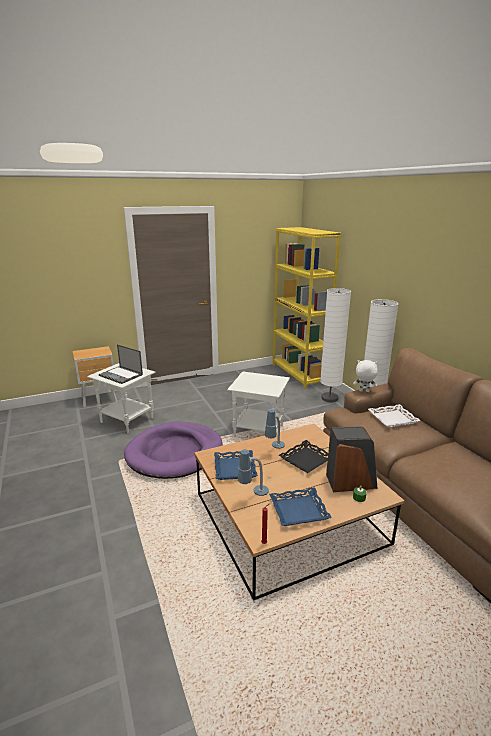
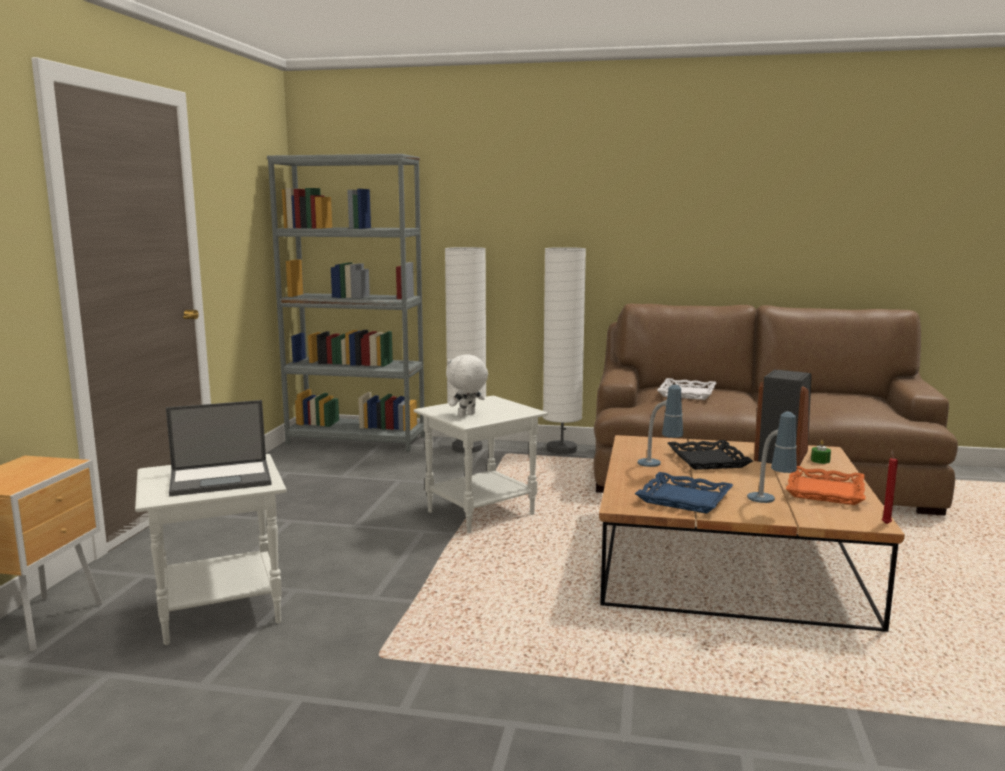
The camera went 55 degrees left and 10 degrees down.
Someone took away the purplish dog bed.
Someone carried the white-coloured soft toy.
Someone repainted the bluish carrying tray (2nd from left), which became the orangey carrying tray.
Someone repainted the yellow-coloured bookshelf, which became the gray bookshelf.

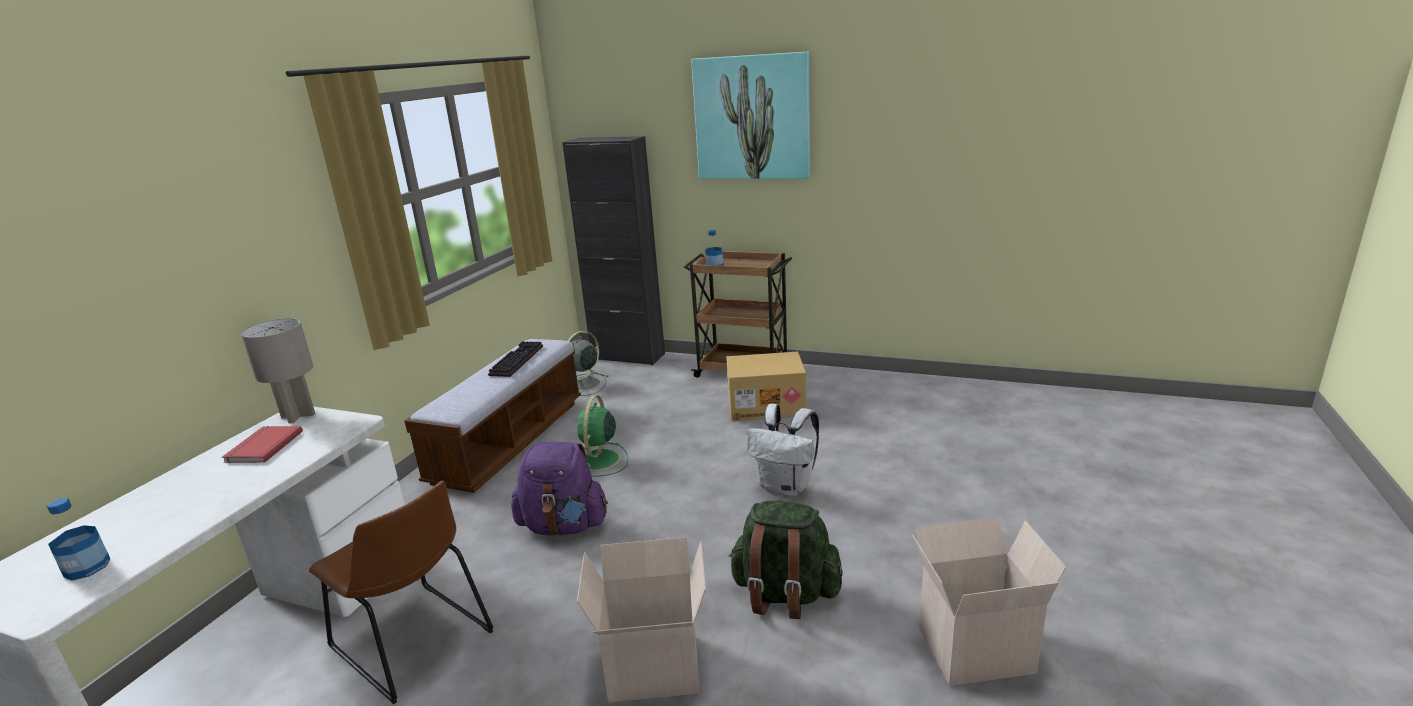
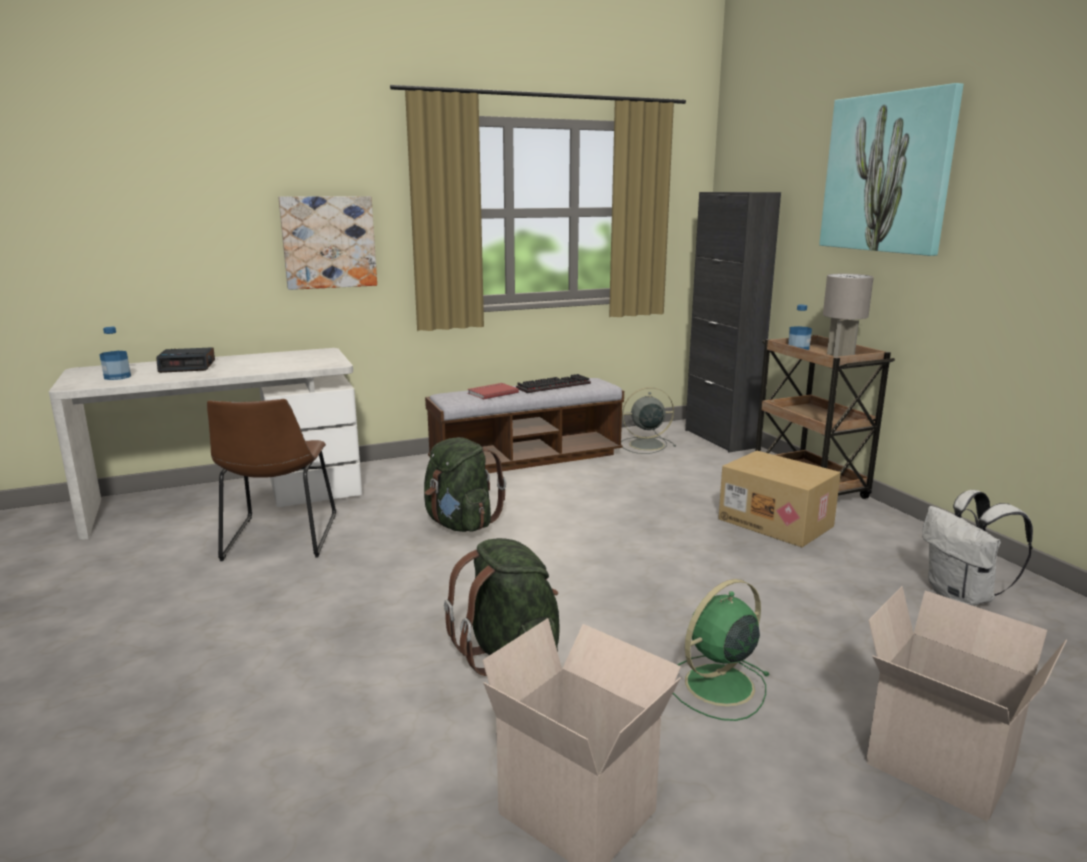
The camera went 45 degrees right and 5 degrees down.
Someone put down the bedside clock.
Someone put up the wall picture (1st from left).
Someone carried the red-coloured book.
Someone carried the gray lamp for a table.
Someone carried the greenish electric fan.
Someone carried the packing box (1st from left in the first image).
Someone carried the white-coloured rucksack.
Someone repainted the purplish rucksack, which became the greenish rucksack (1st from left).

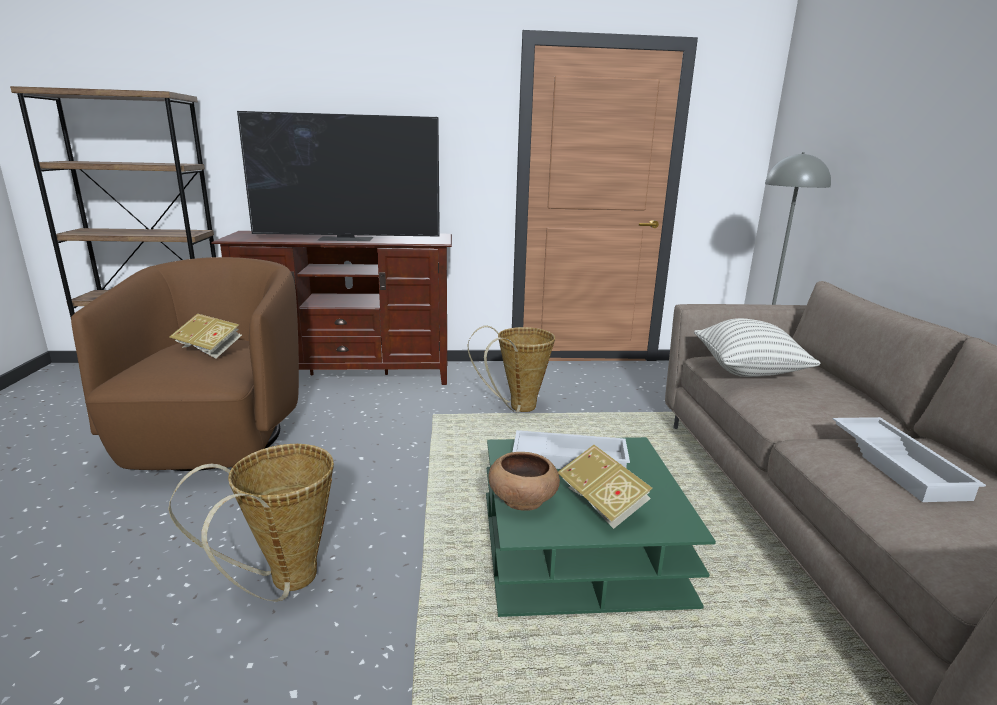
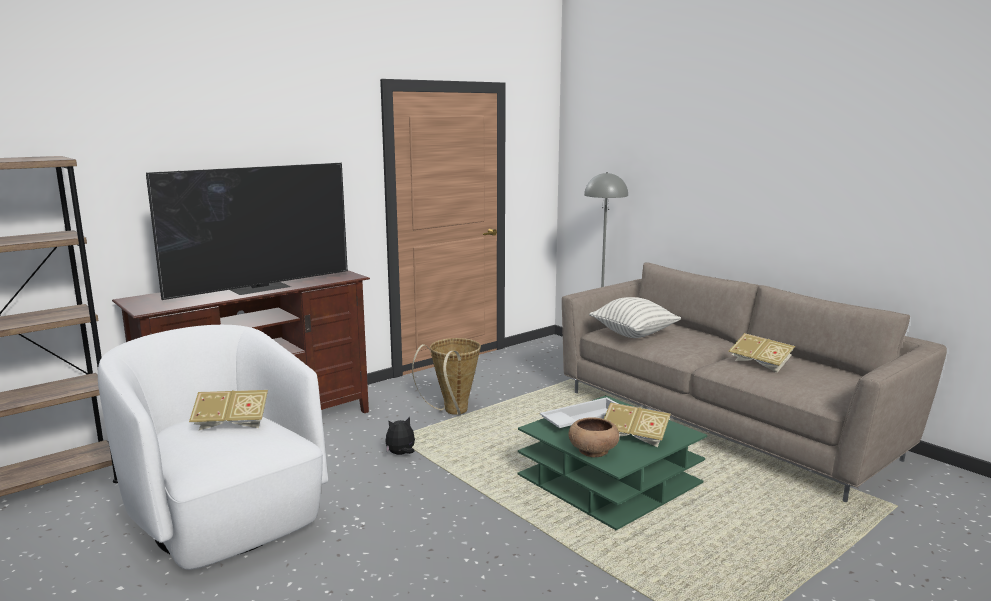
The camera went 35 degrees left and 5 degrees down.
Someone took away the storage basket (1st from left).
Someone put down the soft toy.
Someone swapped the white-coloured carrying tray (2nd from left) for the book (3rd from left).
Someone repainted the brown lounge chair, which became the white-coloured lounge chair.

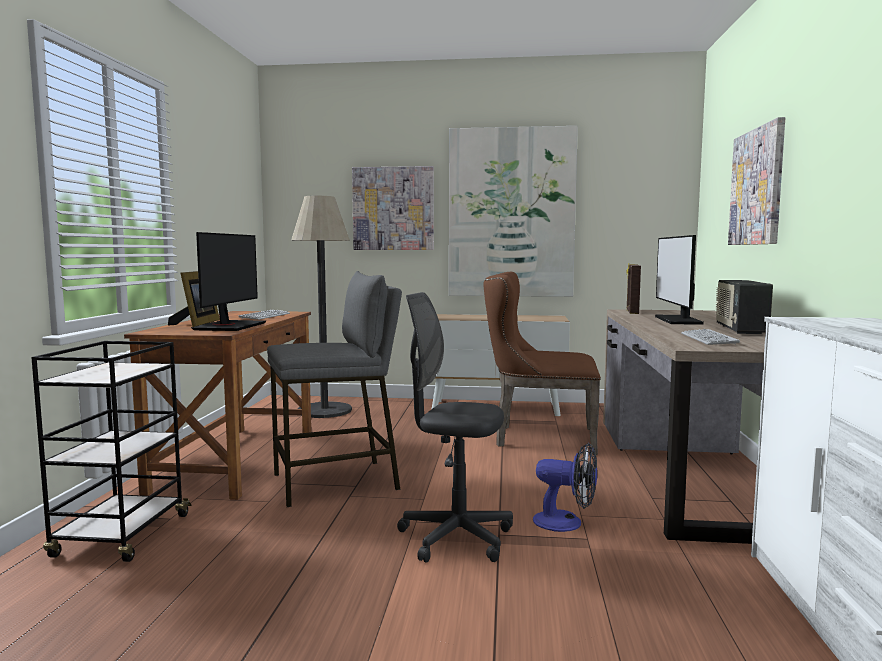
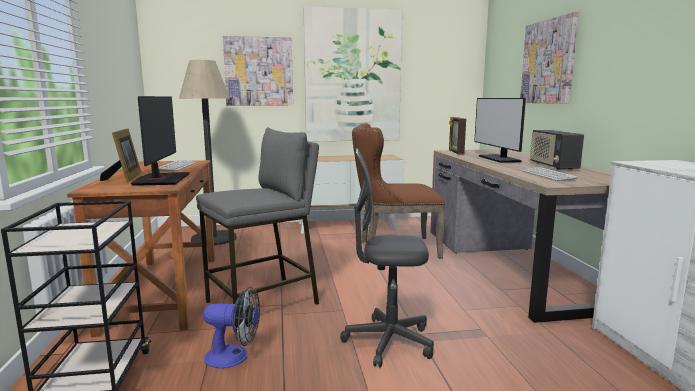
The camera went 15 degrees left and 5 degrees up.
Someone carried the electric fan.

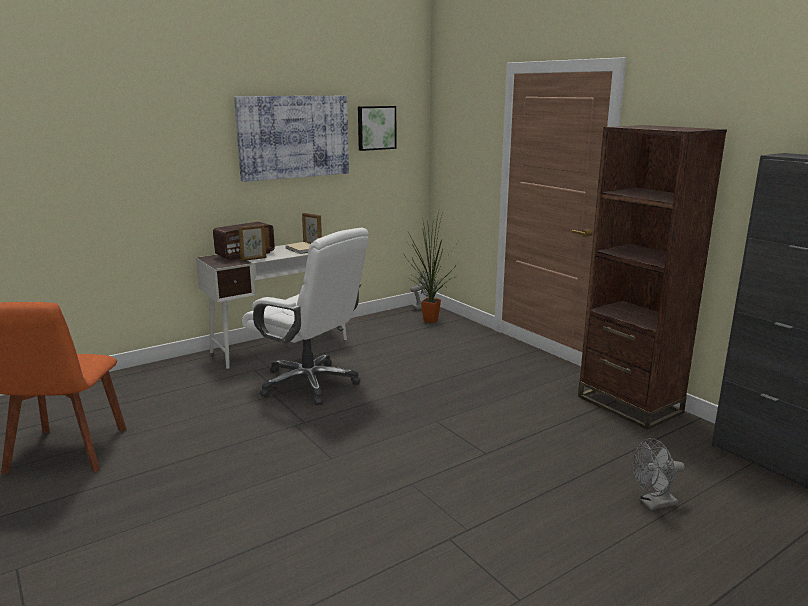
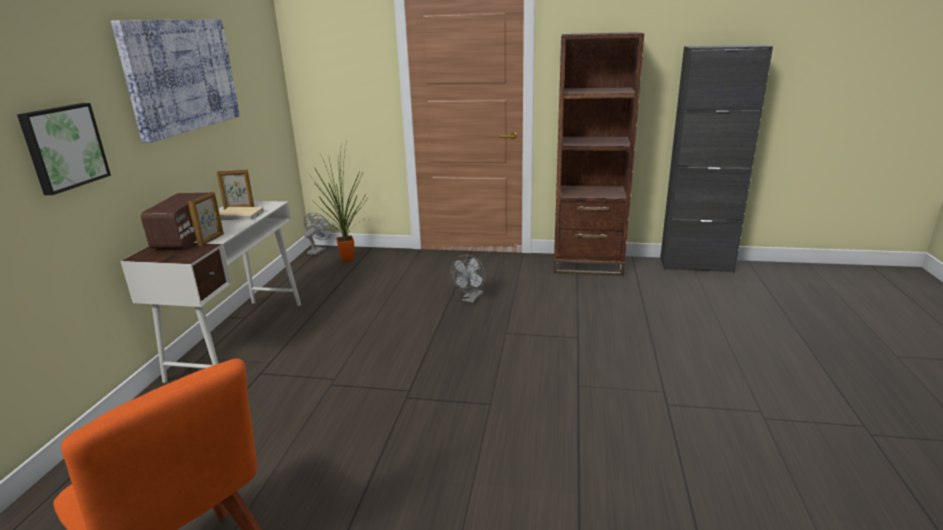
The camera went 45 degrees left and 5 degrees up.
Someone took away the white-coloured desk chair.
Someone carried the wall picture (2nd from left in the first image).
Someone carried the gray electric fan (2nd from left).

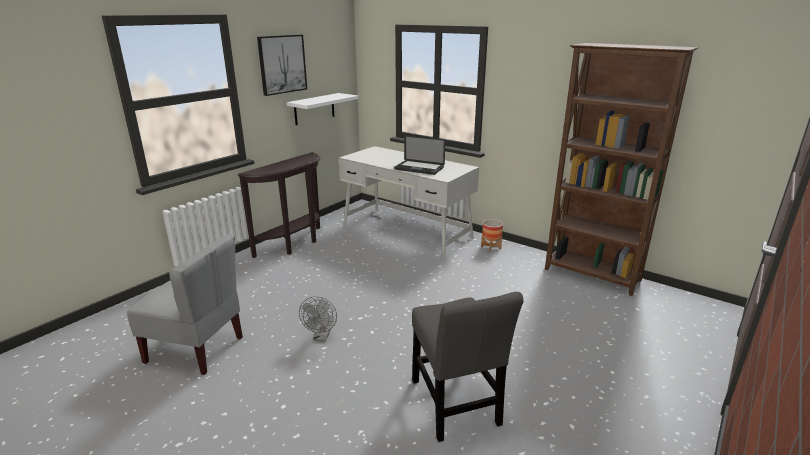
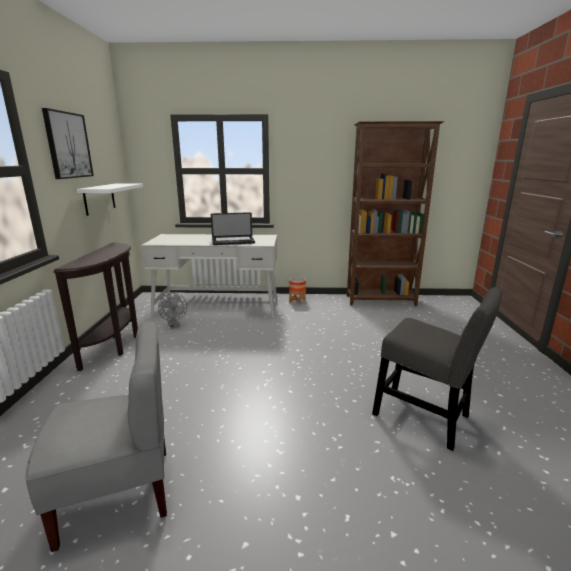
The camera went 35 degrees left and 5 degrees down.
Someone carried the gray electric fan.

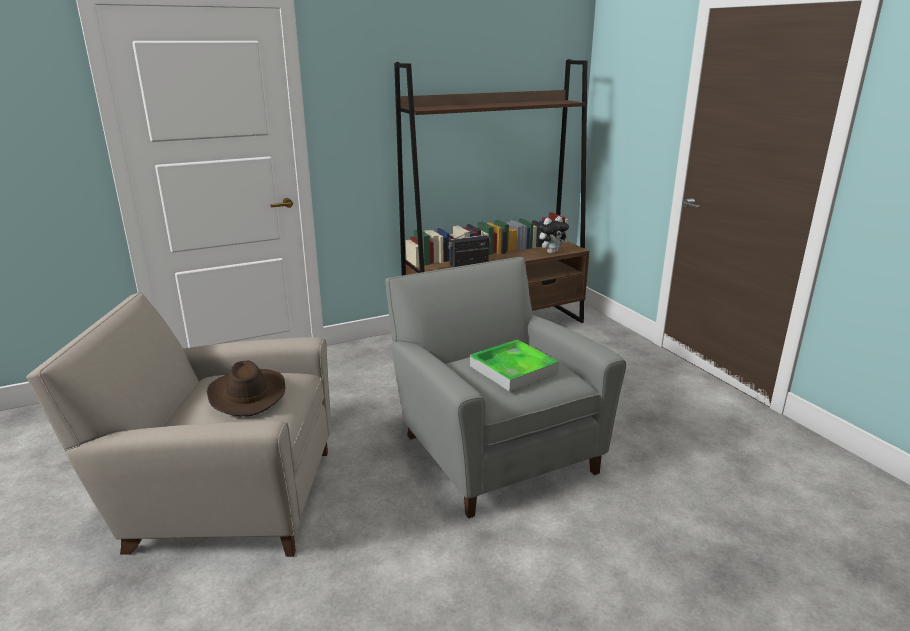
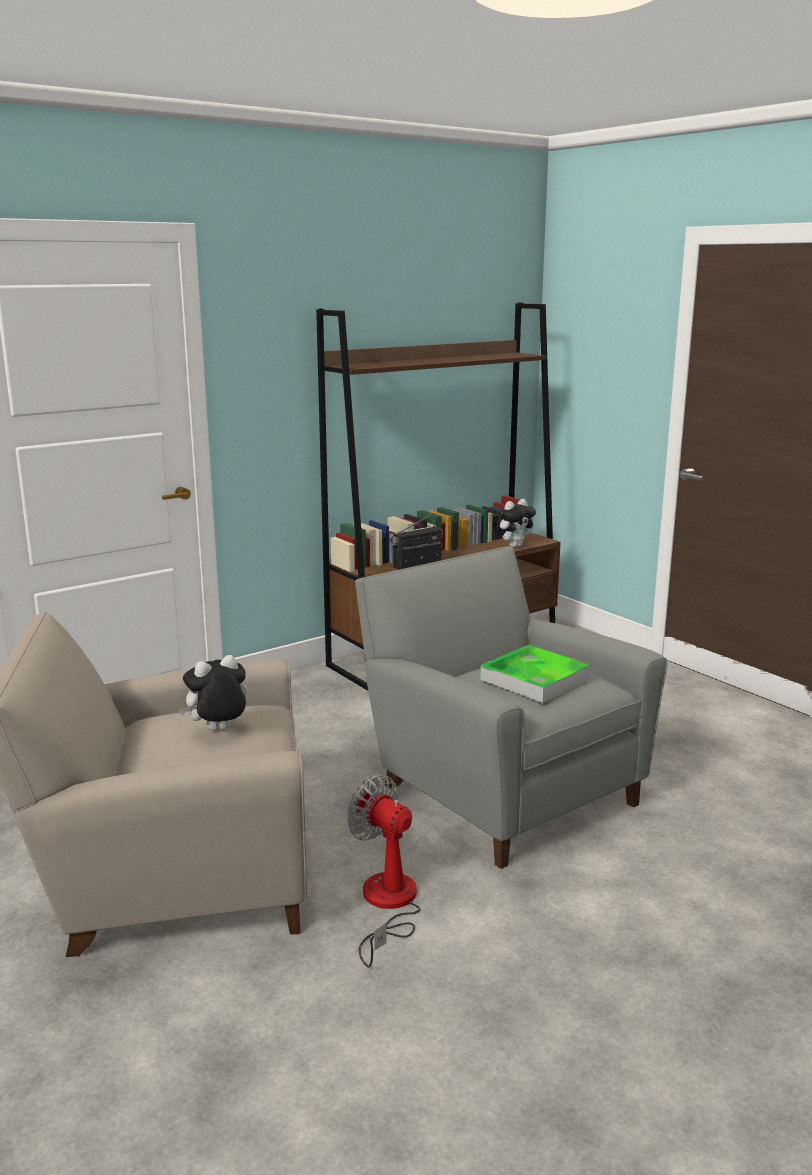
The camera went 10 degrees left and 5 degrees down.
Someone put down the electric fan.
Someone swapped the brown hat for the soft toy (1st from left).

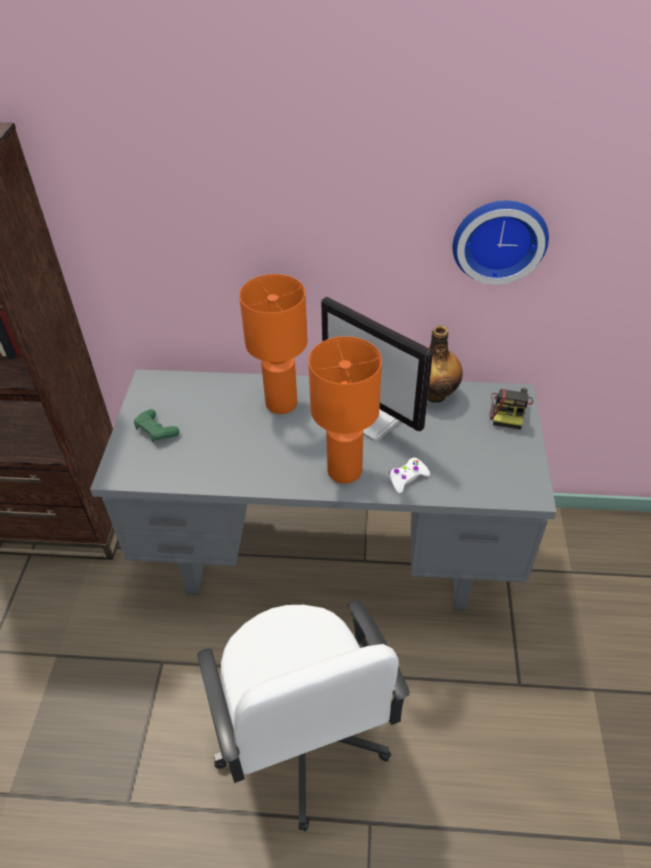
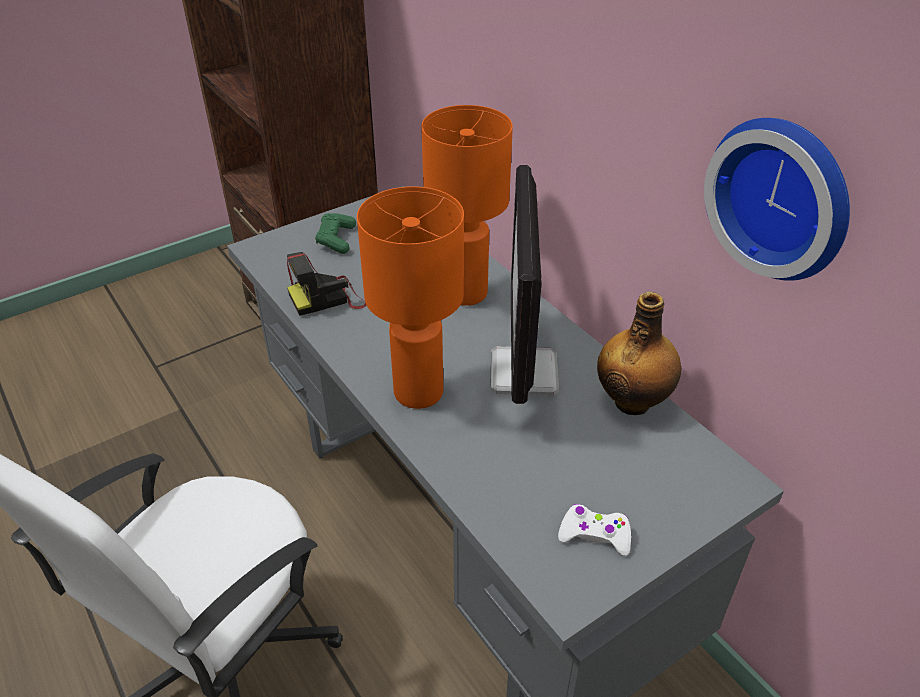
The camera went 50 degrees right and 5 degrees down.
Someone carried the white-coloured gamepad.
Someone carried the still camera.

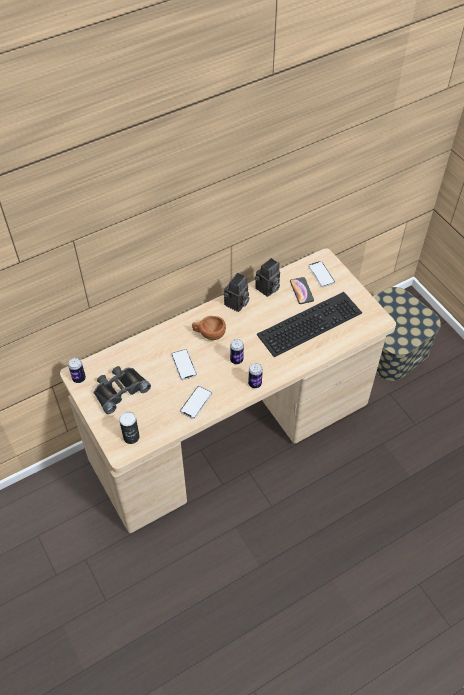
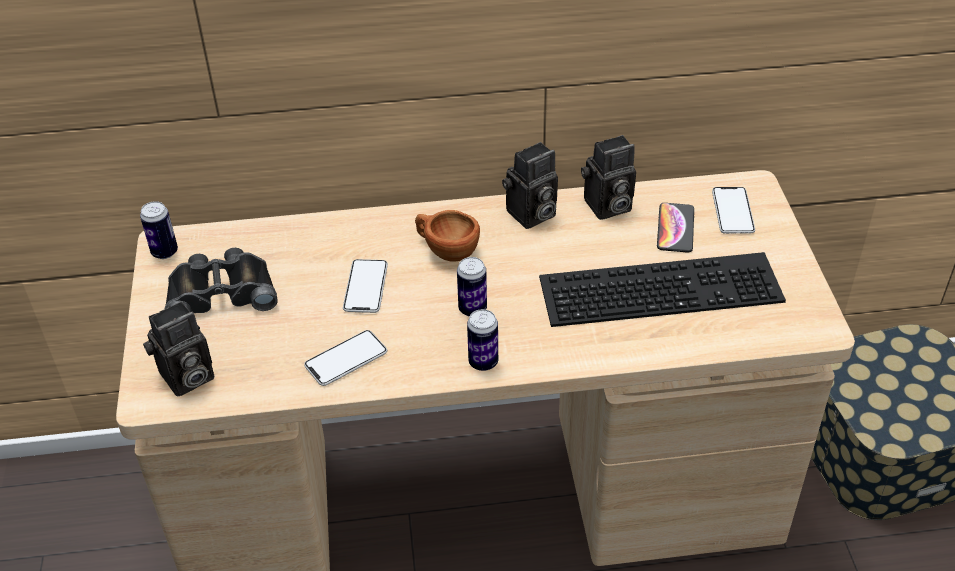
The camera went 25 degrees right and 10 degrees down.
Someone swapped the can (2nd from left) for the still camera (1st from left).

